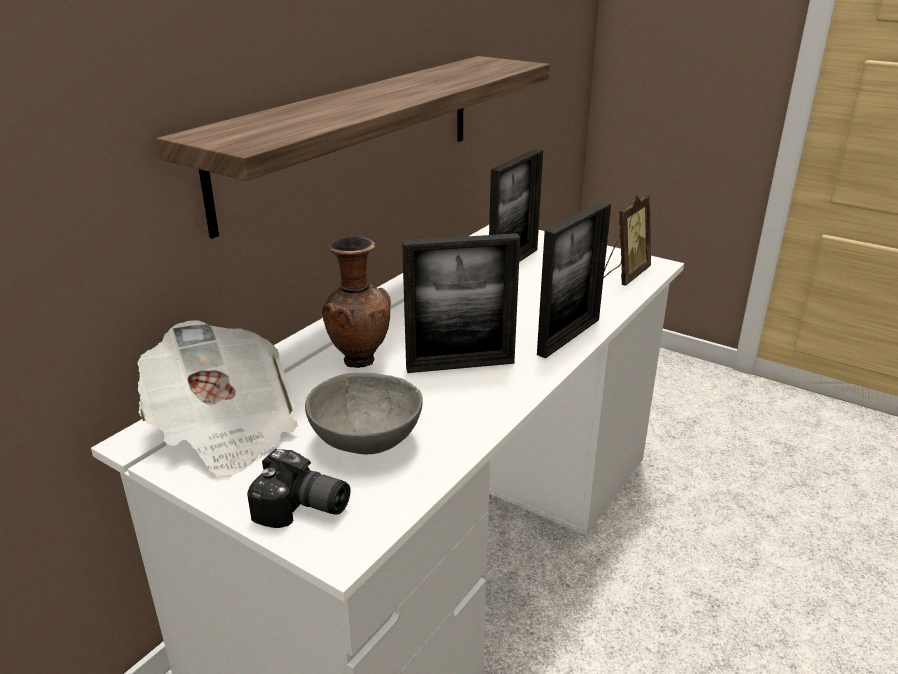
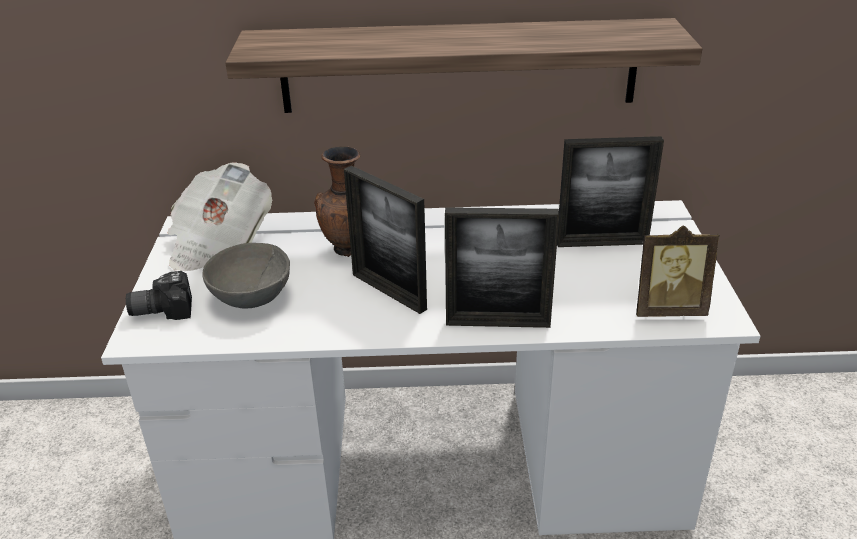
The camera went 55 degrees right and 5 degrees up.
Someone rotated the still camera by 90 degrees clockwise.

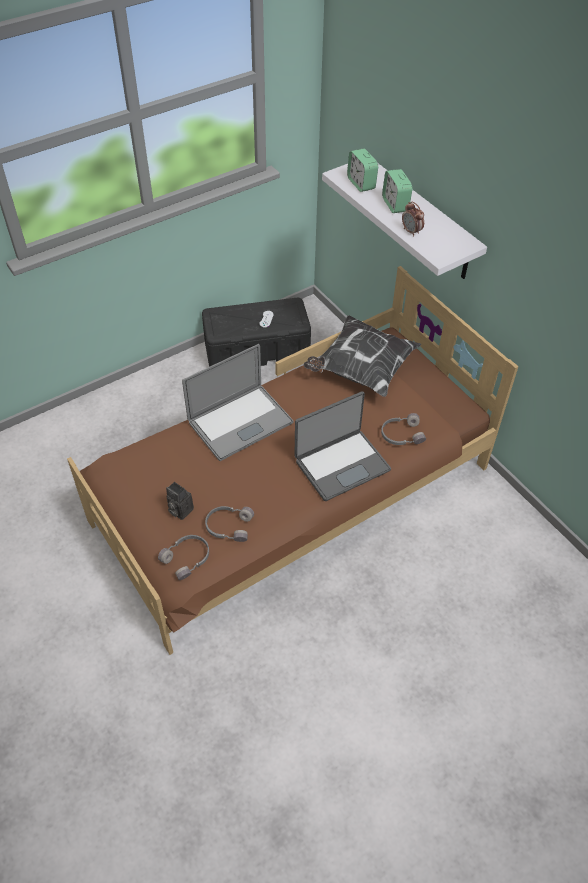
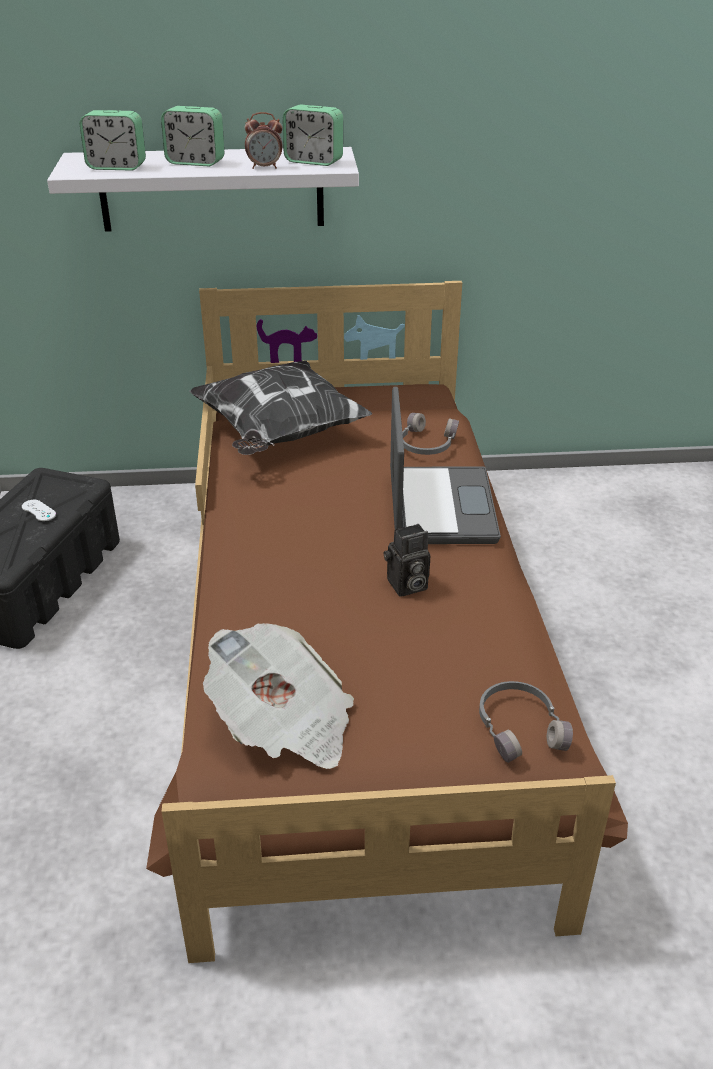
The camera went 60 degrees left and 15 degrees down.
Someone took away the laptop (1st from left).
Someone took away the gray headphones (2nd from left).
Someone put down the printed paper.
Someone put down the bedside clock (4th from left).
Someone carried the still camera.

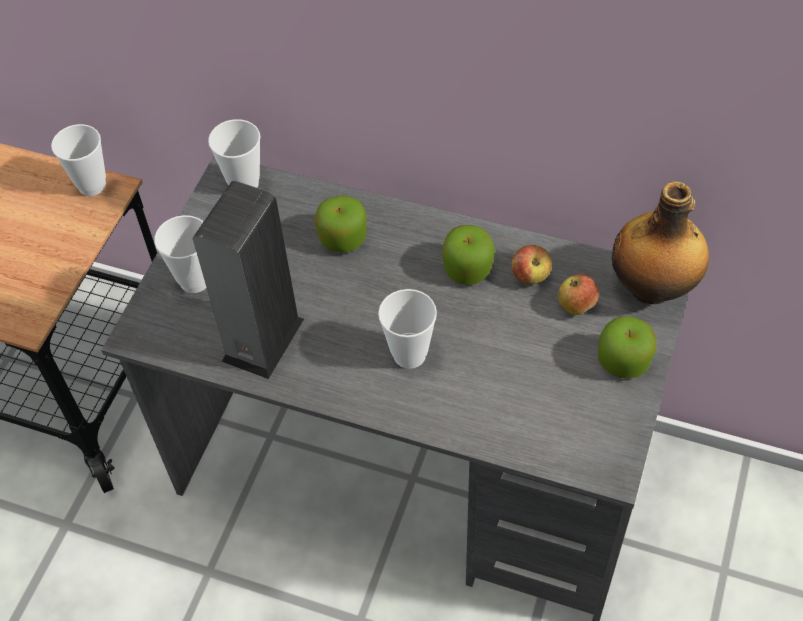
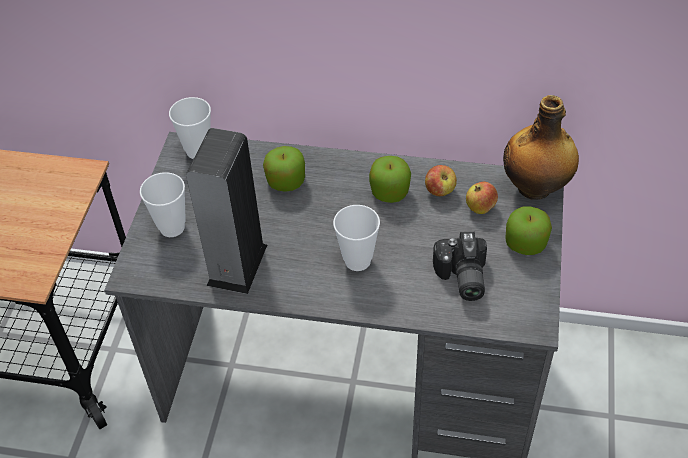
The camera went 10 degrees left and 5 degrees down.
Someone took away the cup (1st from left).
Someone put down the still camera.

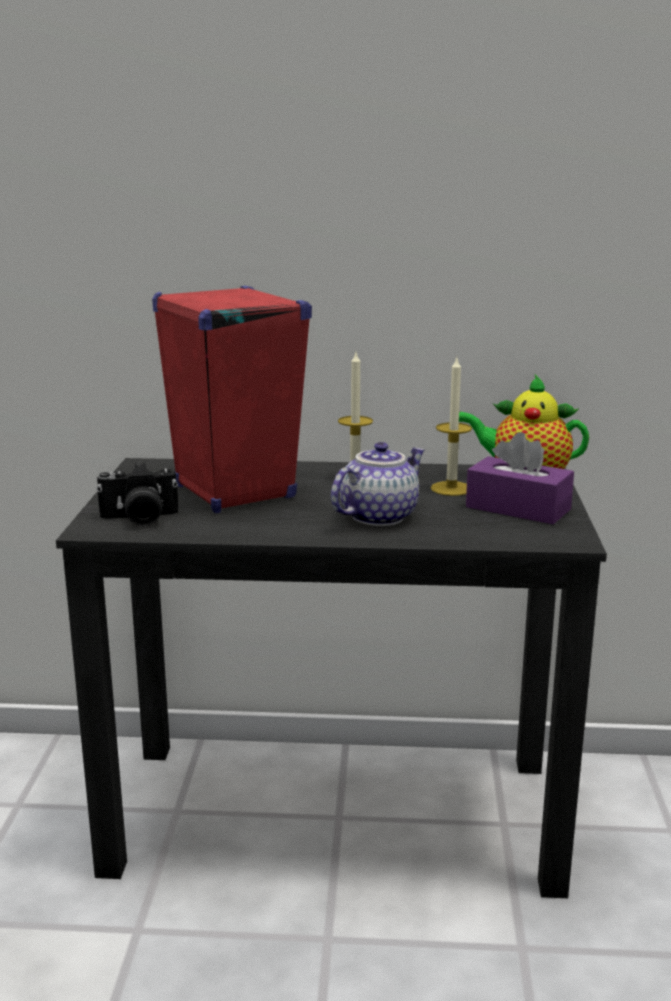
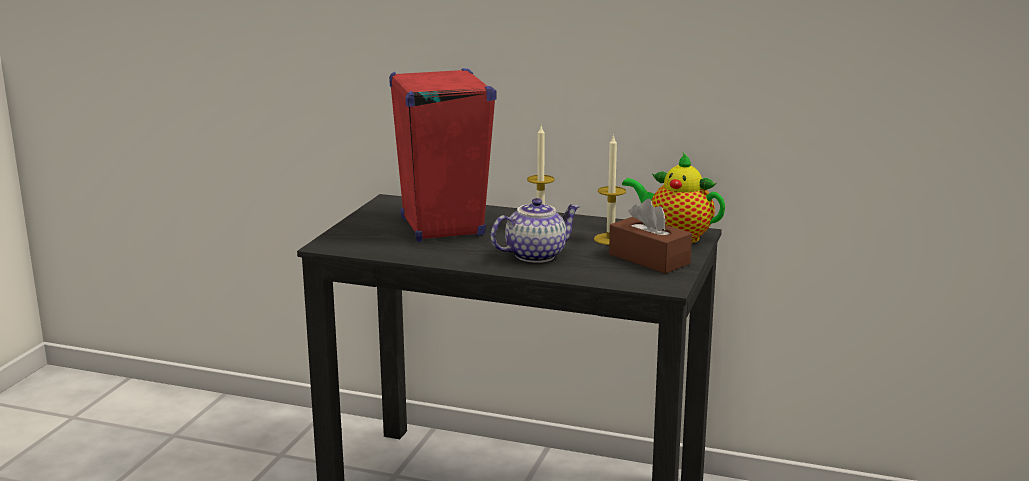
The camera went 15 degrees right and 0 degrees up.
Someone took away the still camera.
Someone repainted the purplish box of tissues, which became the brown box of tissues.

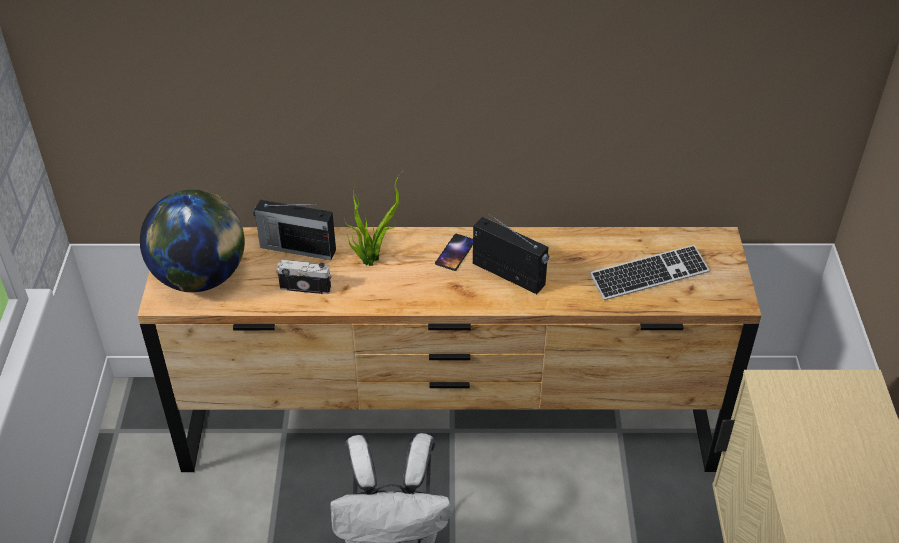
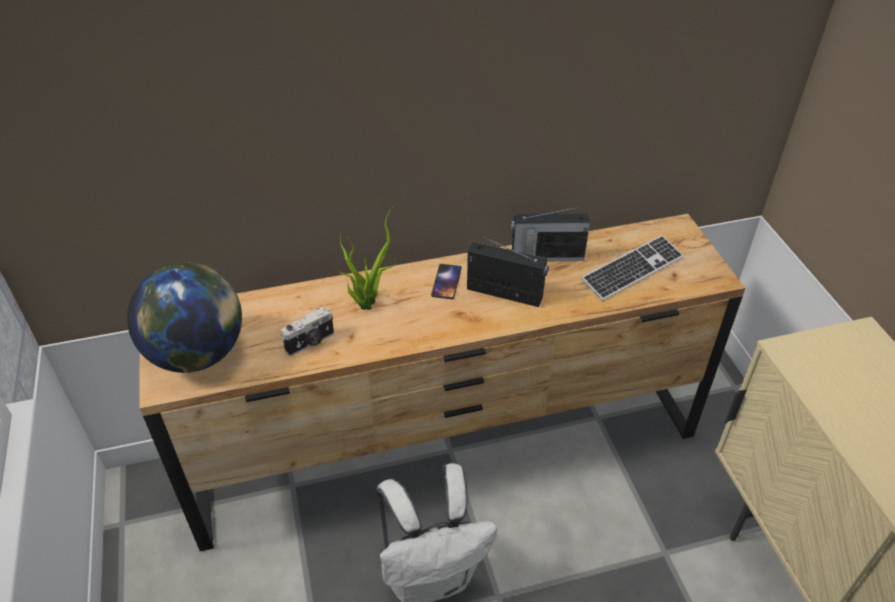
The camera went 15 degrees left and 0 degrees up.
Someone carried the radio set (1st from left in the first image).
Someone rotated the still camera by 150 degrees clockwise.

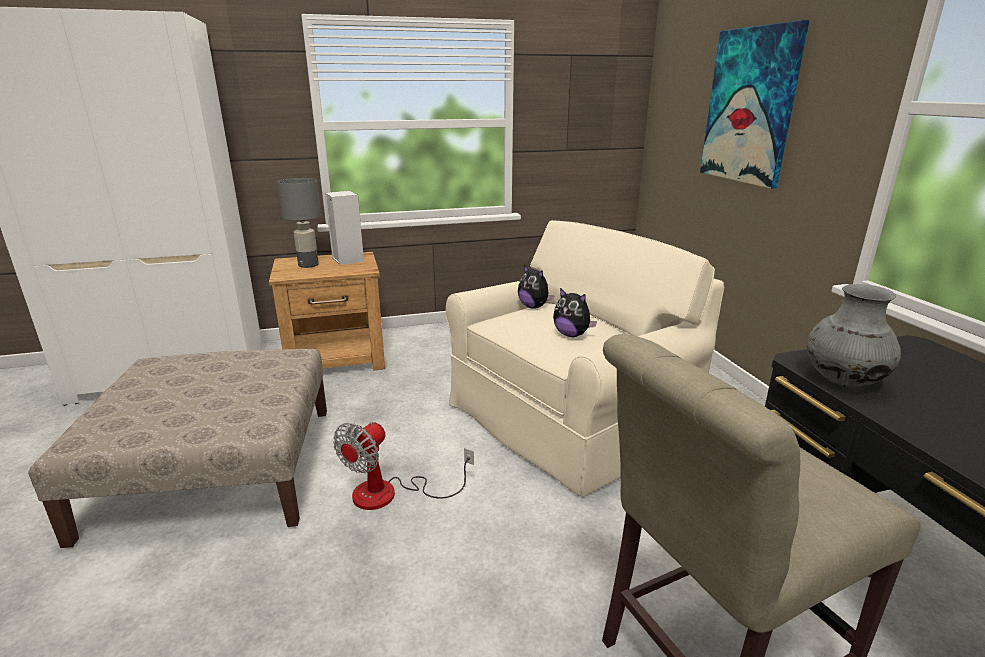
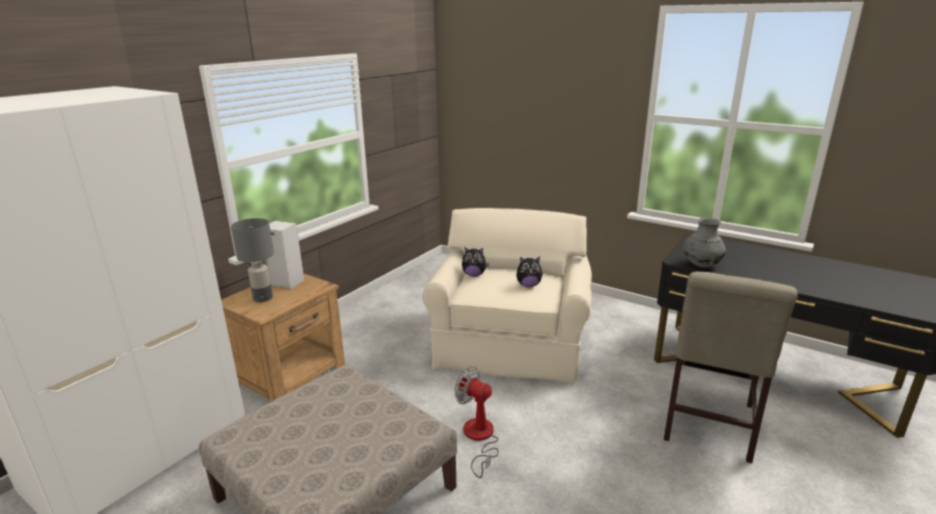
The camera went 40 degrees left and 0 degrees up.
Someone took away the wall picture.
Someone rotated the electric fan by 135 degrees clockwise.

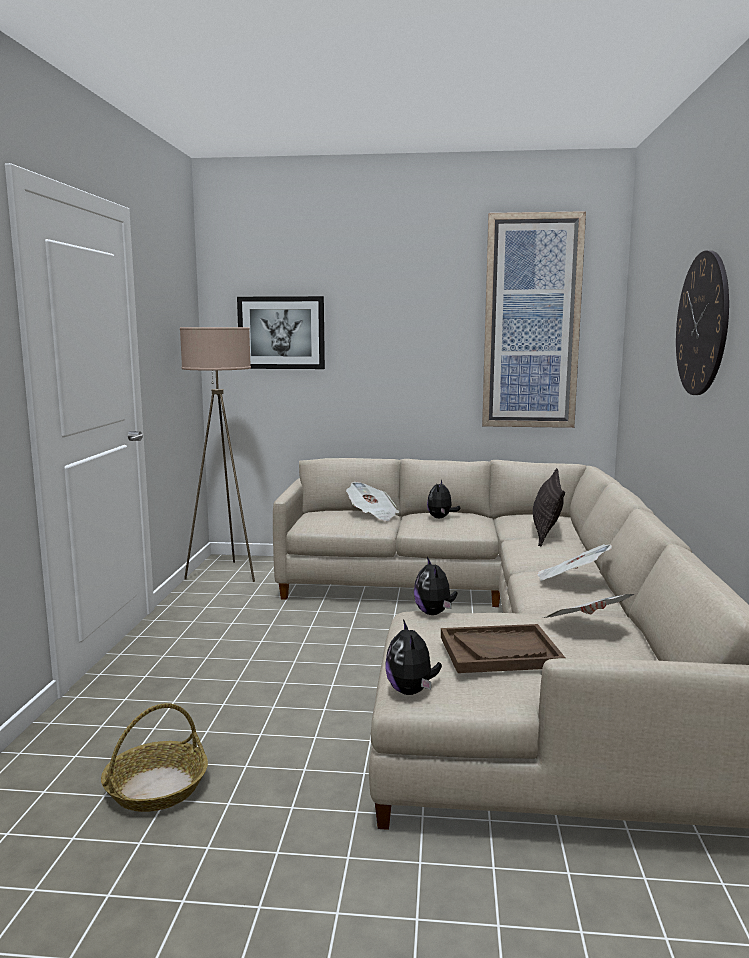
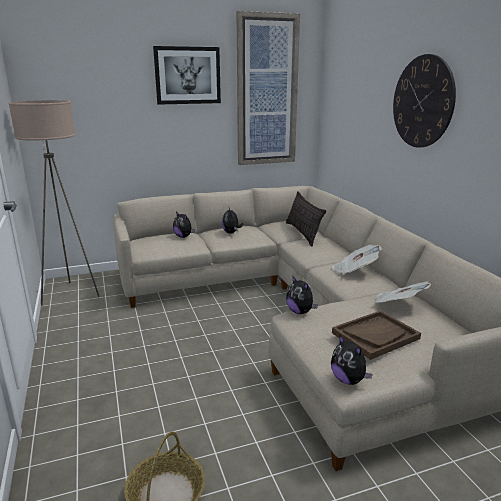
The camera went 25 degrees left and 10 degrees up.
Someone carried the wall picture (1st from left).
Someone swapped the printed paper (1st from left) for the soft toy (1st from left).

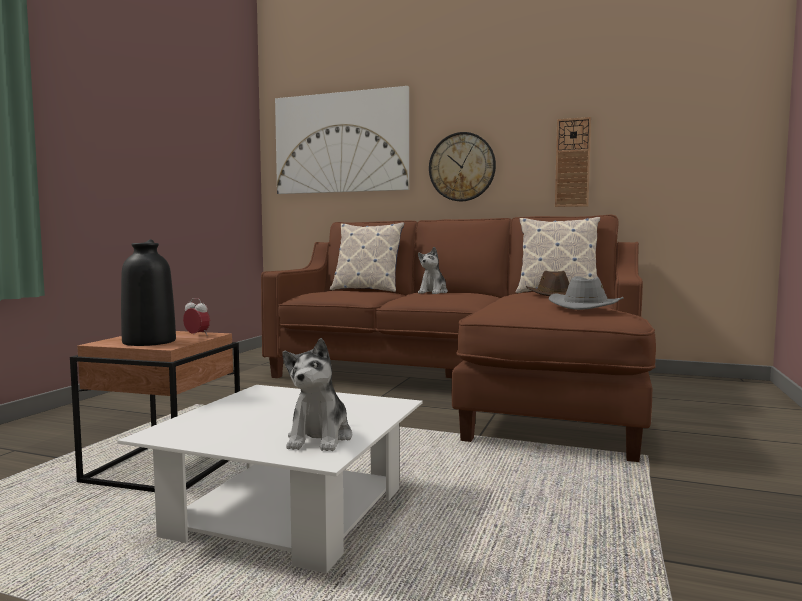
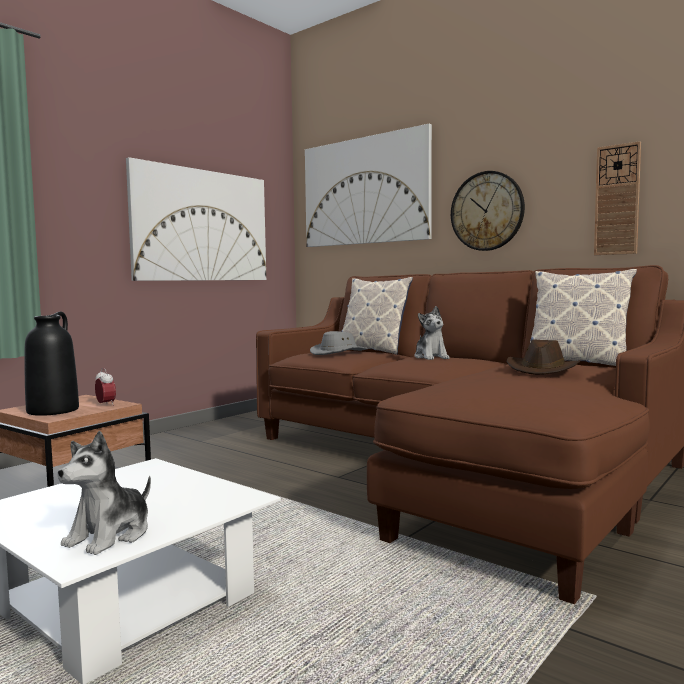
The camera went 20 degrees right and 0 degrees up.
Someone put up the wall picture (1st from left).
Someone carried the gray hat.
Someone rotated the soft toy (2nd from left) by 60 degrees counterclockwise.

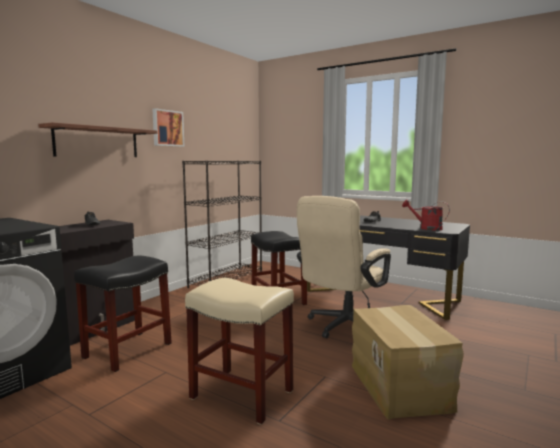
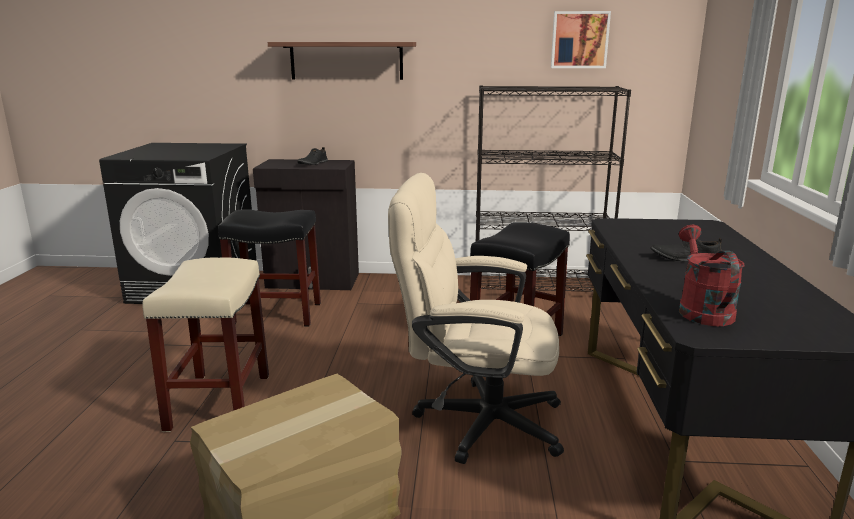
The camera went 60 degrees right and 10 degrees up.
Someone carried the wall picture.

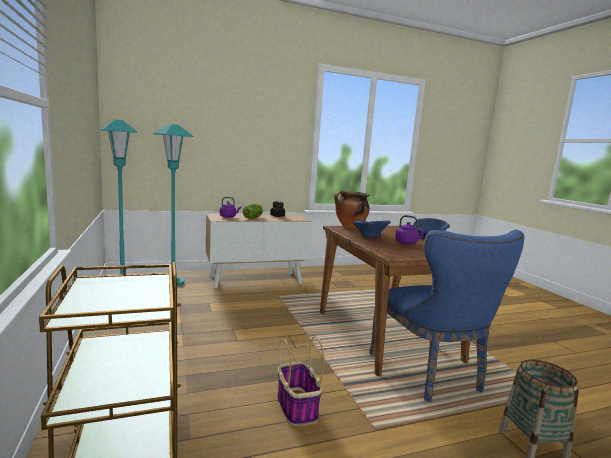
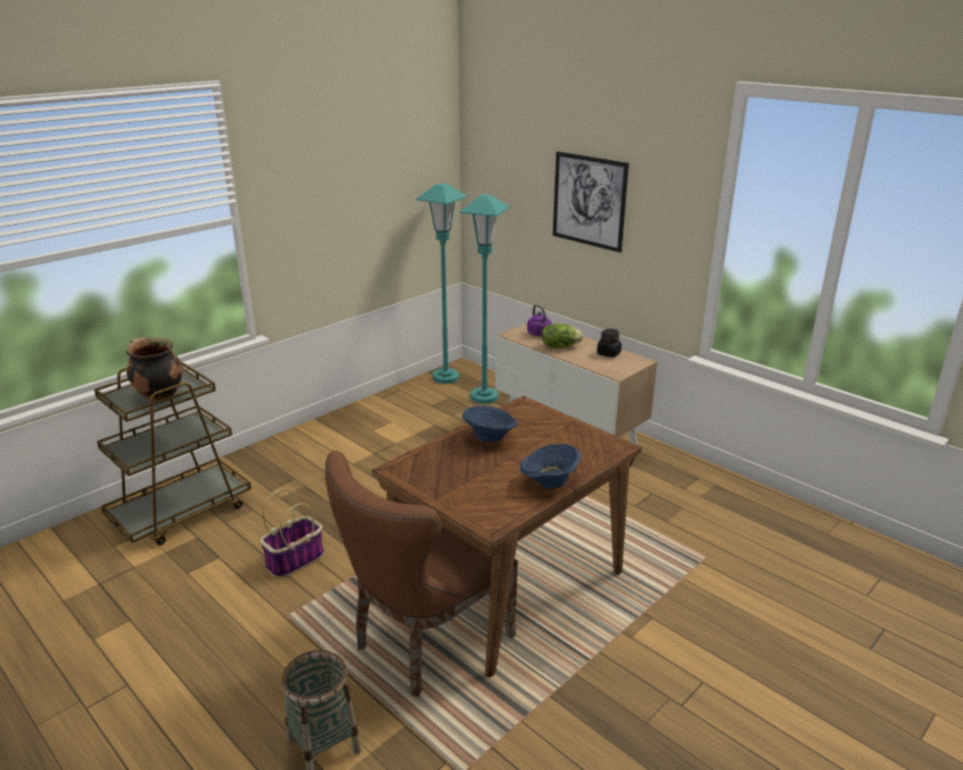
The camera went 65 degrees right and 15 degrees up.
Someone took away the purplish kettle (2nd from left).
Someone put up the wall picture.
Someone carried the stockpot.
Someone repainted the bluish plain chair, which became the brown plain chair.

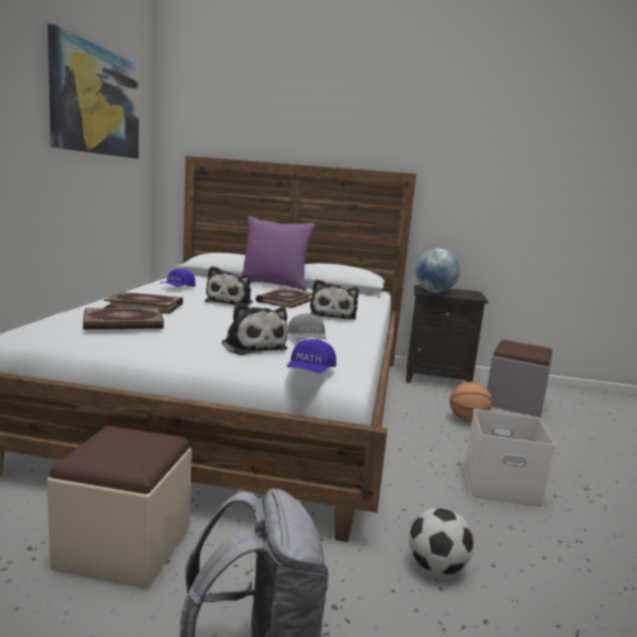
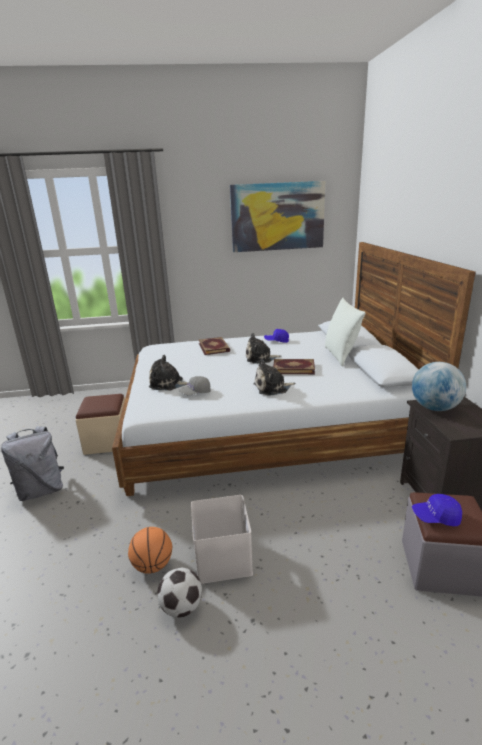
The camera went 75 degrees right and 10 degrees up.
Someone took away the book (1st from left).
Someone carried the bluish peaked cap (2nd from left).
Someone carried the ball for football.
Someone carried the basketball ball.
Someone repainted the purplish throw pillow, which became the white-coloured throw pillow.
Someone rotated the soft toy (2nd from left in the first image) by 60 degrees clockwise.

